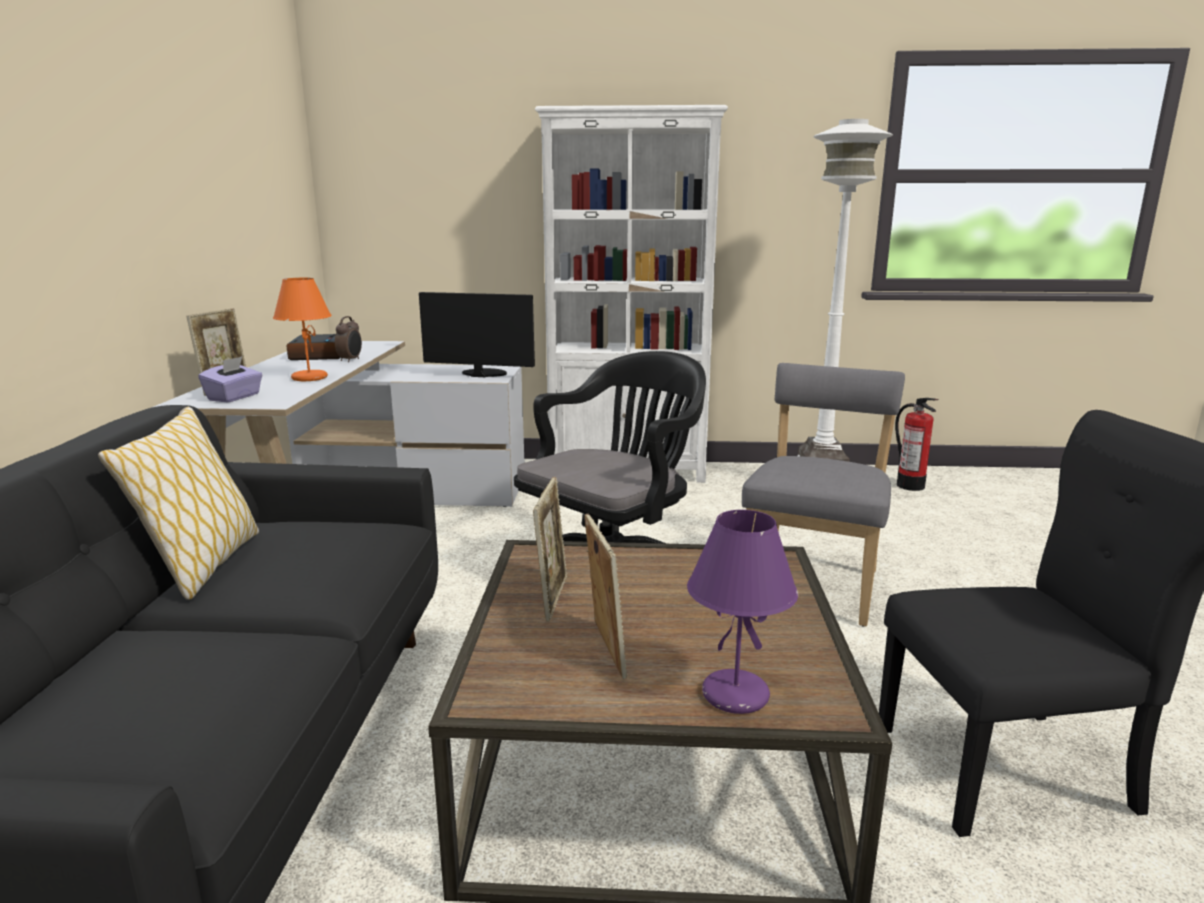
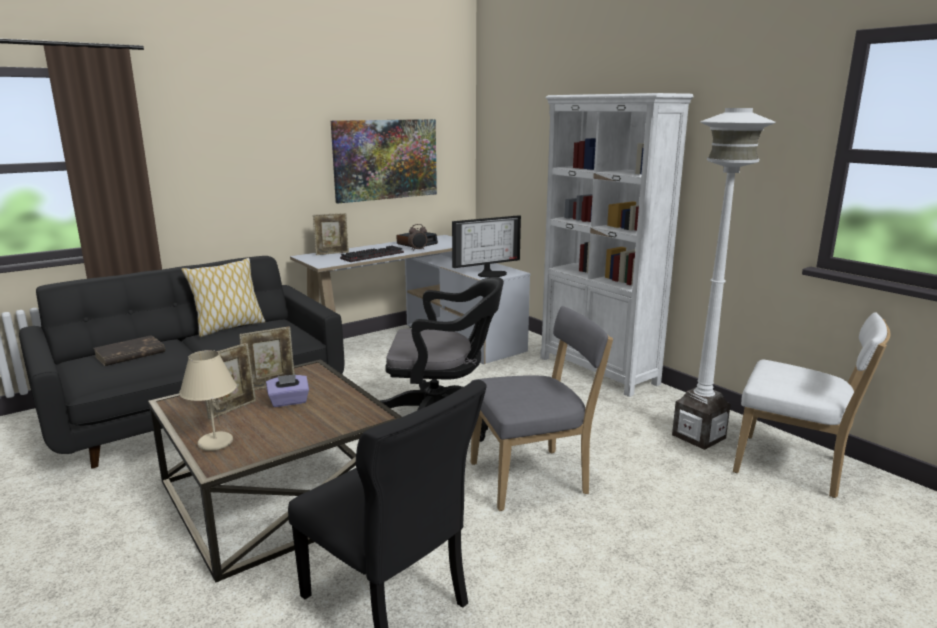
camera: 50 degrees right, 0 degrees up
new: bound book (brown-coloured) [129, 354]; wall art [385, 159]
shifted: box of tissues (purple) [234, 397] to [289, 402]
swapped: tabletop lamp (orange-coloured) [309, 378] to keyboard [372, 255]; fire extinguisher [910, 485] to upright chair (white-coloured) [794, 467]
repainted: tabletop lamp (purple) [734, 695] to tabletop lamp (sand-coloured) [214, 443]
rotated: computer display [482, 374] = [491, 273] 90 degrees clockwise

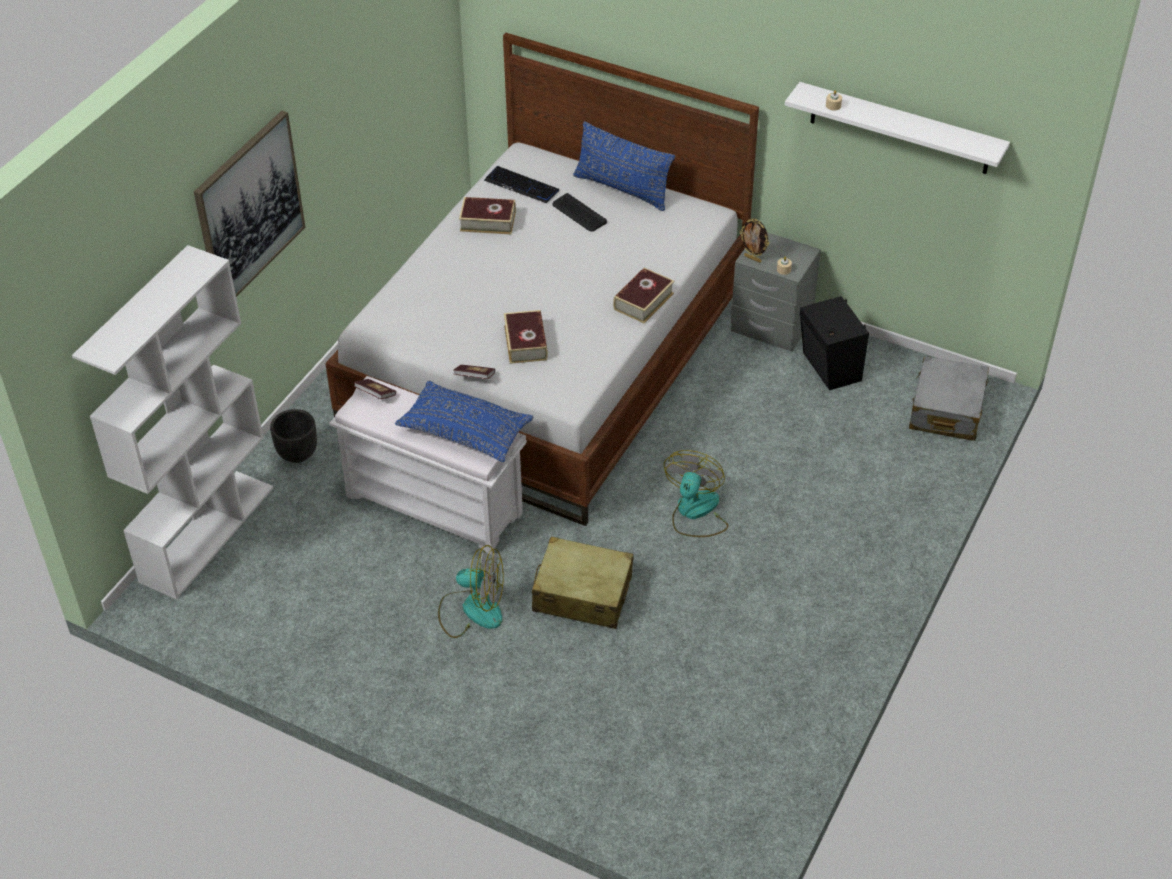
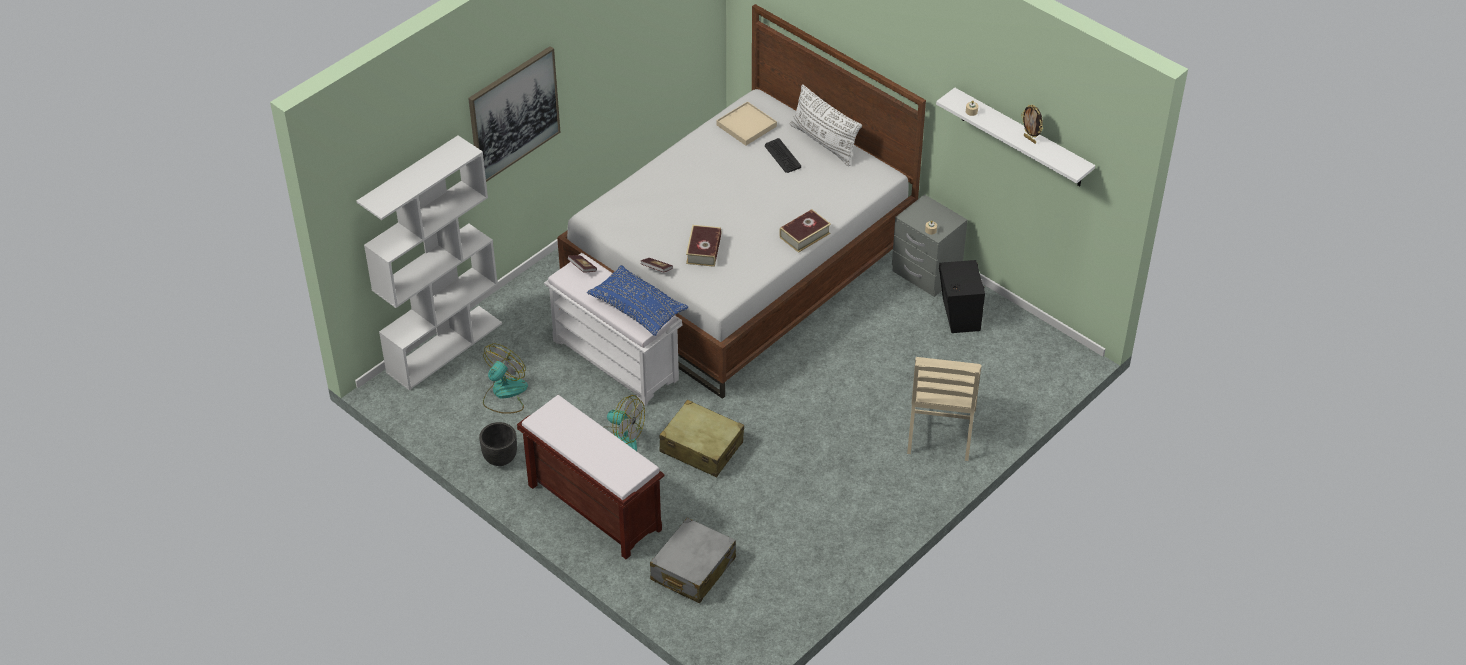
camera: 15 degrees right, 0 degrees up
gone: bound book [488, 221]
new: long seat (brown-coloured) [593, 507]; upright chair (sand-coloured) [941, 431]
shifted: plant pot (blackish) [297, 455] to [500, 459]; cooling fan [695, 512] to [504, 394]; picture frame [753, 258] to [1030, 139]; travel case (gray) [946, 410] to [693, 569]
swapped: keyboard [522, 186] to serving tray (sand-coloured) [746, 126]
repainted: cushion (bluish) [622, 189] to cushion (white-coloured) [824, 142]

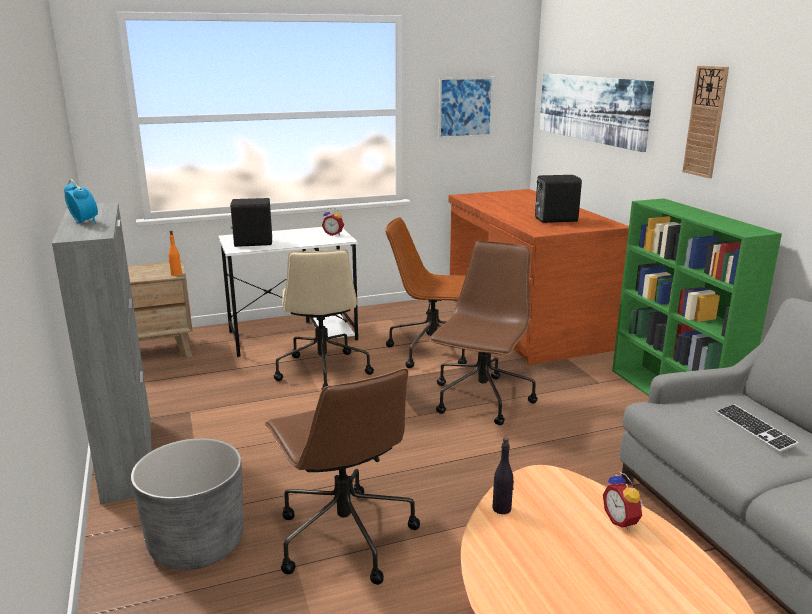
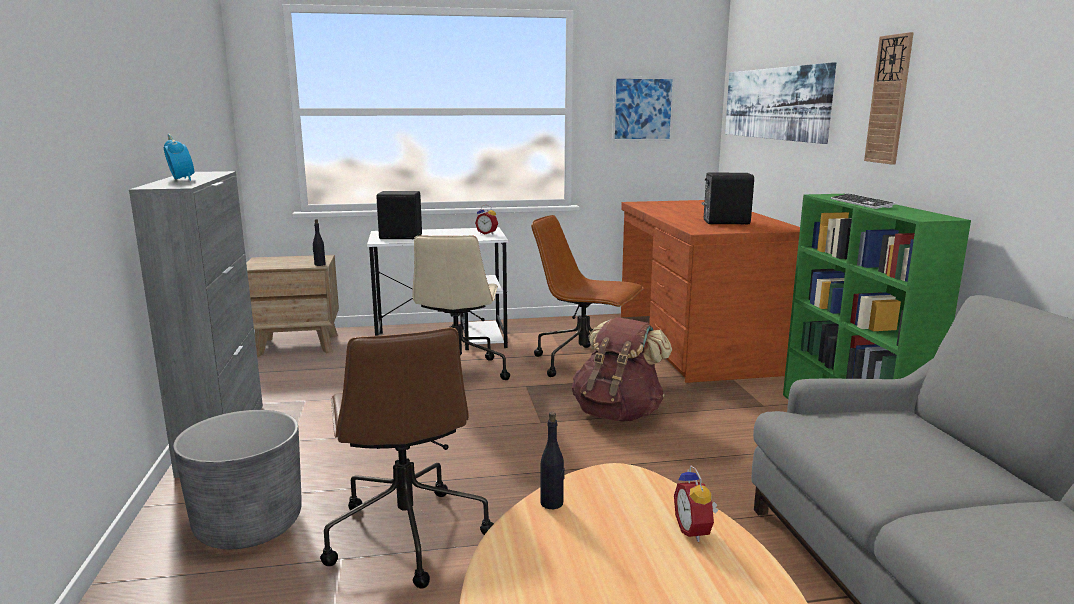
camera: 10 degrees right, 5 degrees down
shifted: keyboard [754, 429] to [861, 203]
swapped: computer chair (brown-coloured) [481, 401] to backpack (brown-coloured) [618, 413]
repainted: beverage bottle (orange-coloured) [176, 274] to beverage bottle (blackish) [319, 264]

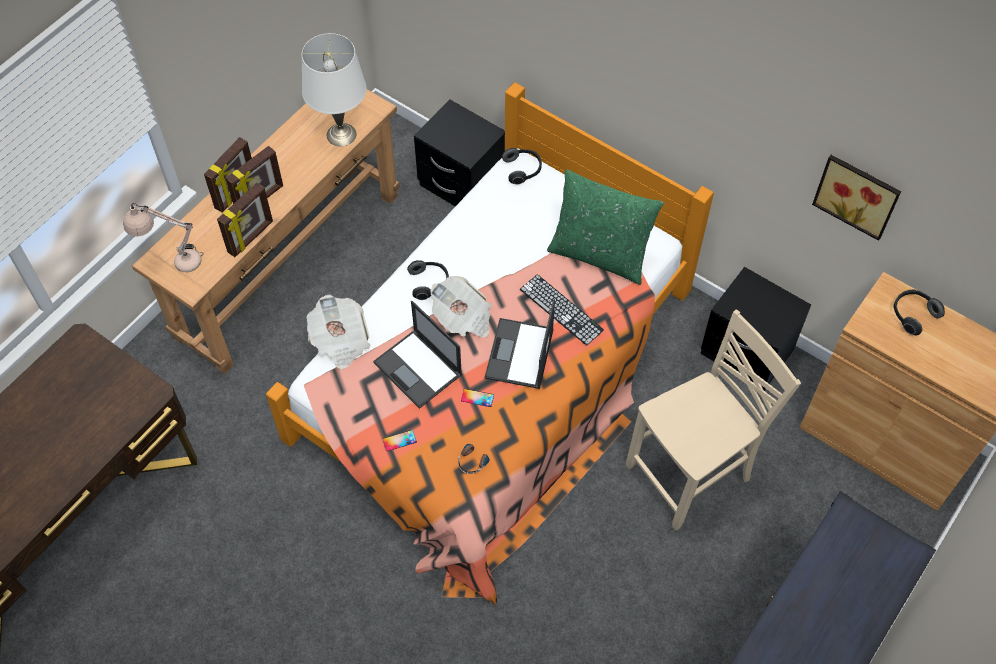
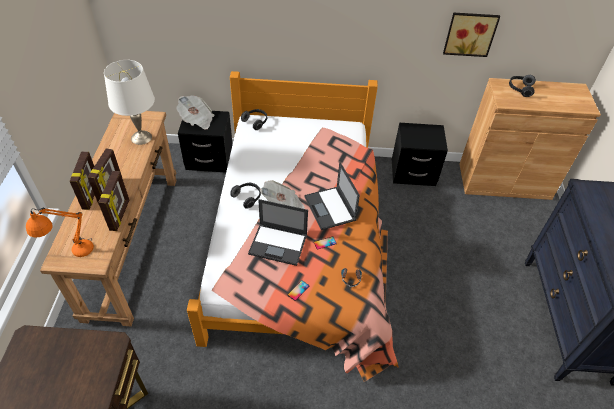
camera: 35 degrees left, 10 degrees down
gone: keyboard [561, 309]; cushion (green-coloured) [600, 254]; upright chair (sand-coloured) [691, 474]
shifted: daily paper [340, 341] to [197, 120]
repainted: tabletop lamp (sand-coloured) [172, 261] to tabletop lamp (orange-coloured) [71, 253]

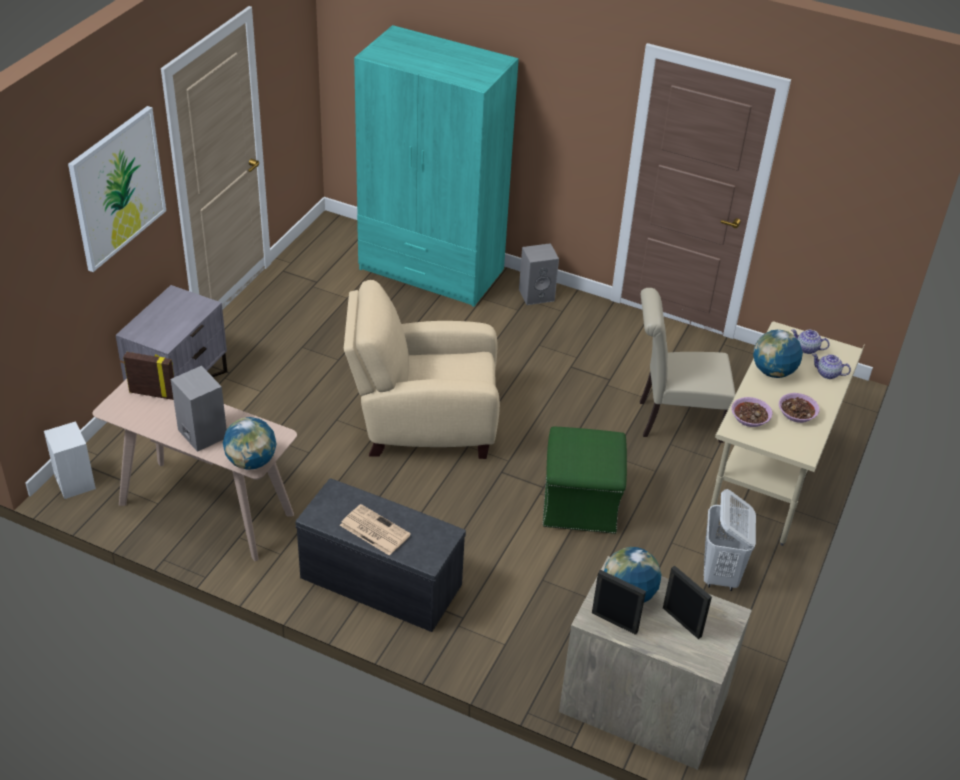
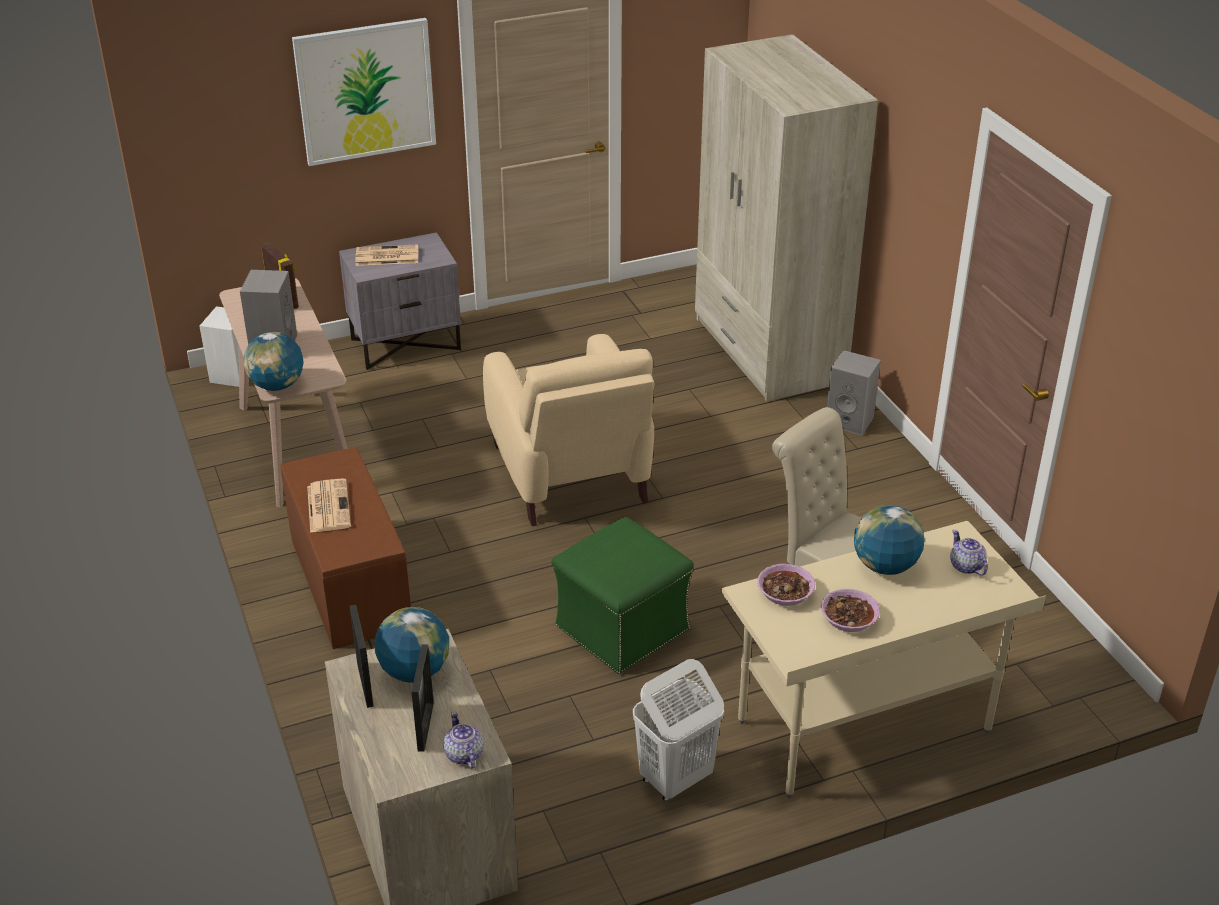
camera: 45 degrees right, 5 degrees down
new: daily paper [386, 256]
shifted: tea pot [828, 374] to [463, 755]
repainted: long seat (gray) [379, 582] to long seat (brown-coloured) [348, 582]; armoire (turquoise-coloured) [431, 270] to armoire (sand-coloured) [768, 350]
rotated: armchair (sand-coloured) [423, 423] = [570, 476] 150 degrees counterclockwise

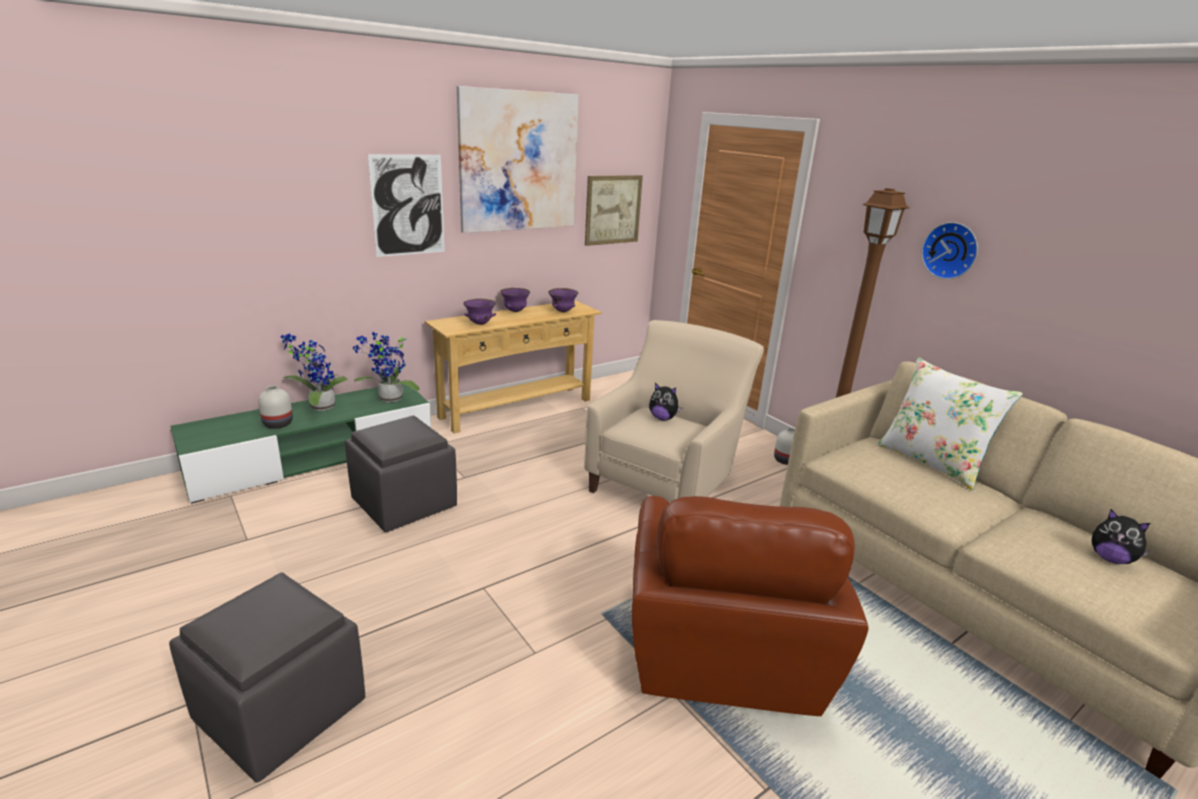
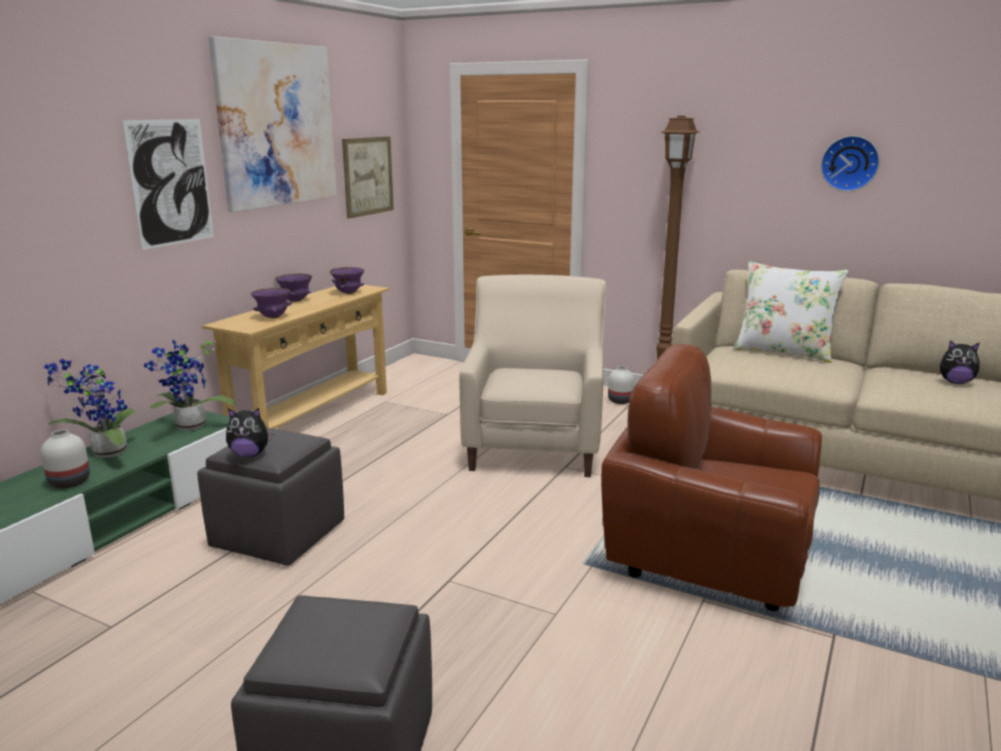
camera: 25 degrees left, 5 degrees down
shifted: plush toy [663, 418] to [250, 454]; hanging clock [951, 250] to [850, 163]
rotated: armchair (brown-coloured) [721, 649] = [708, 555] 135 degrees clockwise

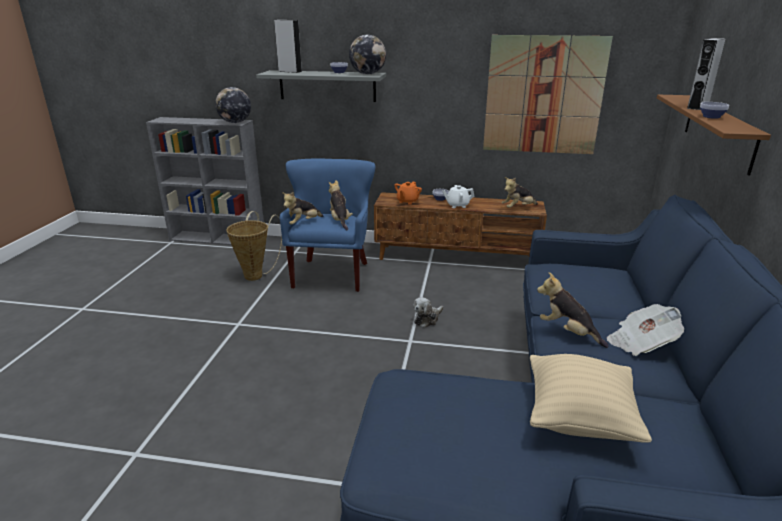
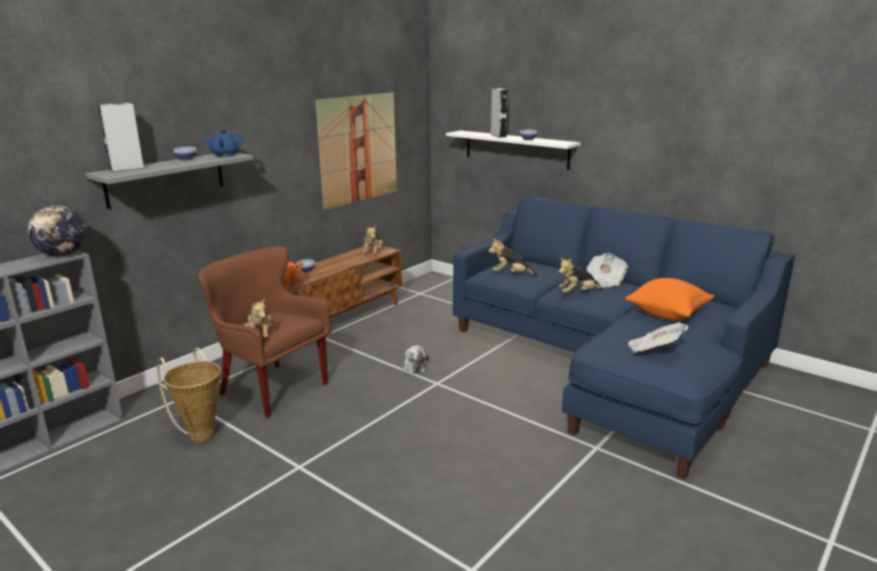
camera: 60 degrees left, 5 degrees down
gone: tea pot (white-coloured) [457, 205]
new: daily paper [654, 350]
shifted: plush toy [340, 221] to [511, 274]
swapped: globe [367, 74] to tea pot (bluish) [225, 155]
repainted: armchair (bluish) [332, 274] to armchair (brown-coloured) [272, 388]; cushion (sand-coloured) [579, 418] to cushion (orange-coloured) [667, 314]; bracket shelf (brown-coloured) [718, 131] to bracket shelf (white-coloured) [516, 149]

